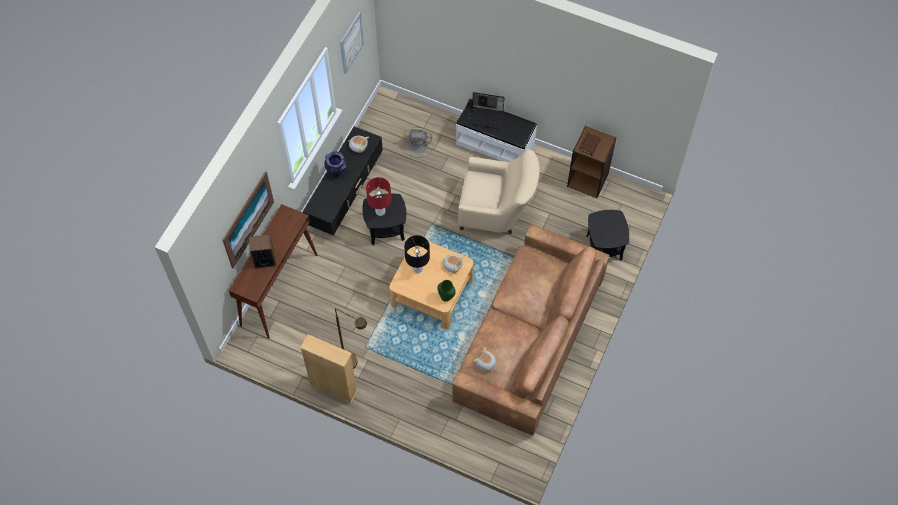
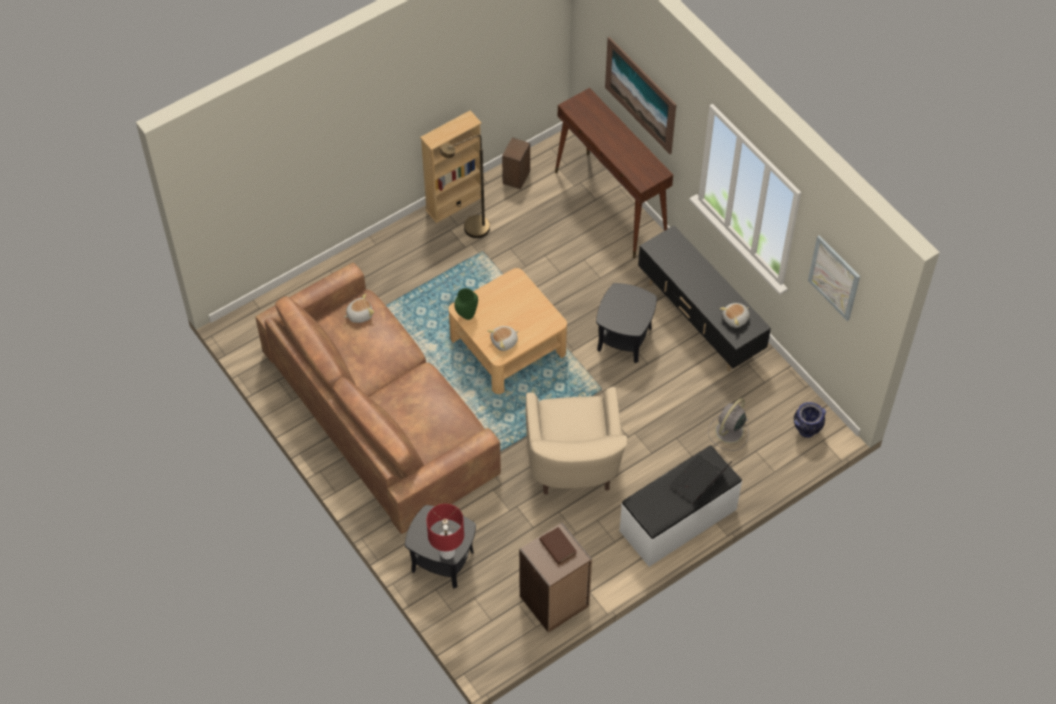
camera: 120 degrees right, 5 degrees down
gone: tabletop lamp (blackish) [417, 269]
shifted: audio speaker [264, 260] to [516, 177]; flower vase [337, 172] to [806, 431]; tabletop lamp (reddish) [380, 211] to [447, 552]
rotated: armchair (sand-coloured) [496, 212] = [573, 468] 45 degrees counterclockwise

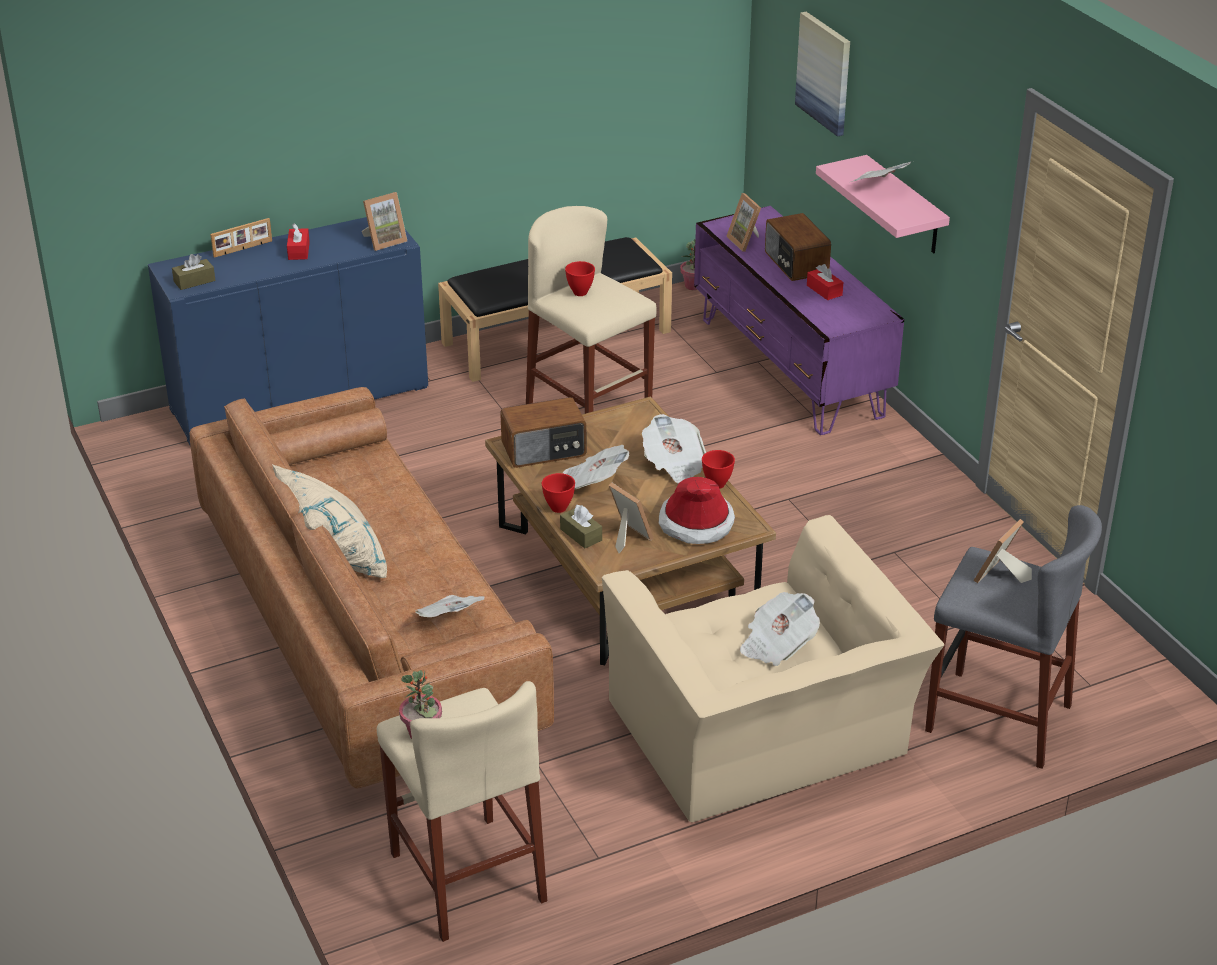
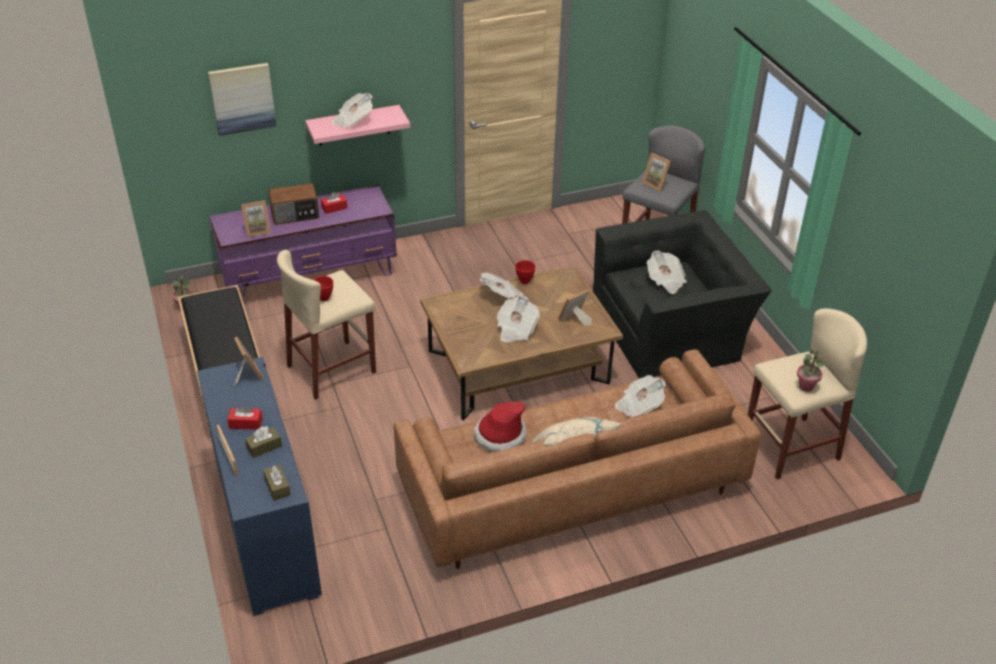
camera: 85 degrees left, 5 degrees up
gone: radio [544, 450]; bowl (reddish) [558, 508]
shifted: box of tissues (brown-coloured) [581, 535] to [264, 447]; hat [696, 523] to [500, 435]
repainted: armchair (sand-coloured) [761, 736] to armchair (blackish) [671, 329]

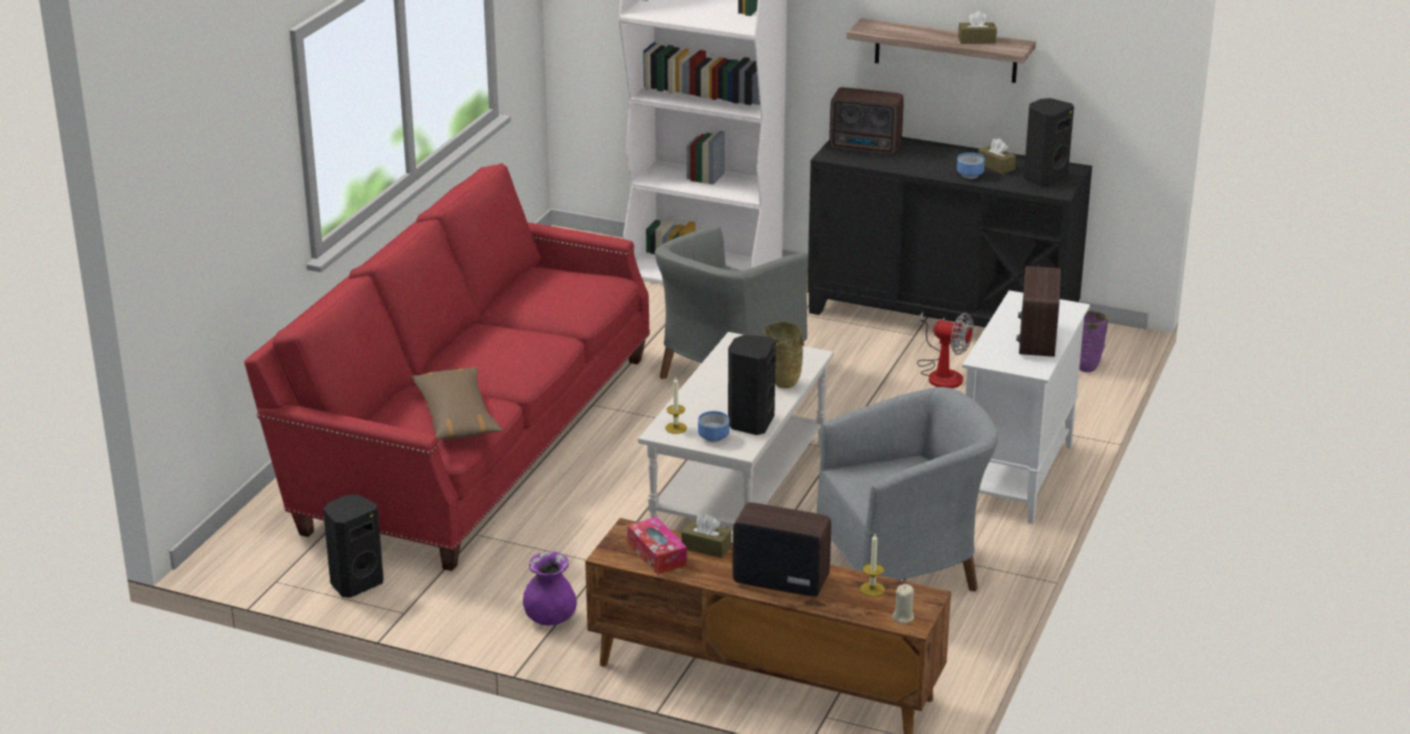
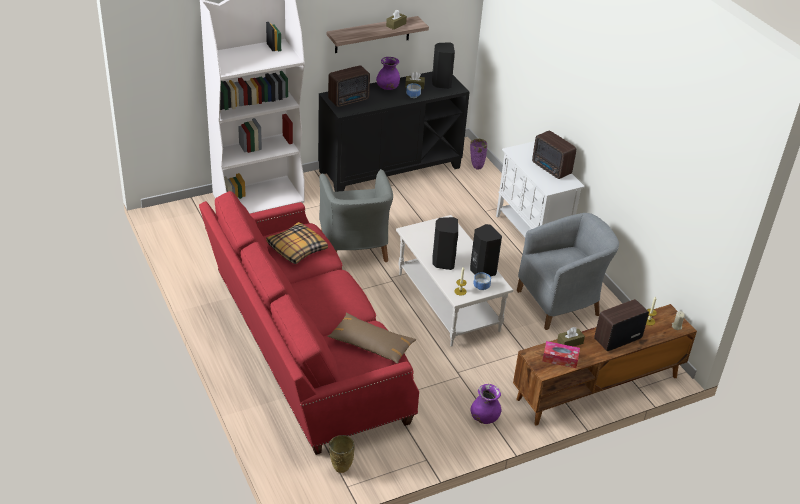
camera: 50 degrees left, 10 degrees up
gone: cooling fan [941, 373]
new: cushion [296, 249]; flower vase (purple) [388, 88]
shifted: audio speaker (blackish) [355, 583] to [443, 262]; flower vase (sand-coloured) [782, 384] to [340, 470]
rotated: armchair (gray) [904, 569] = [561, 302] 45 degrees clockwise

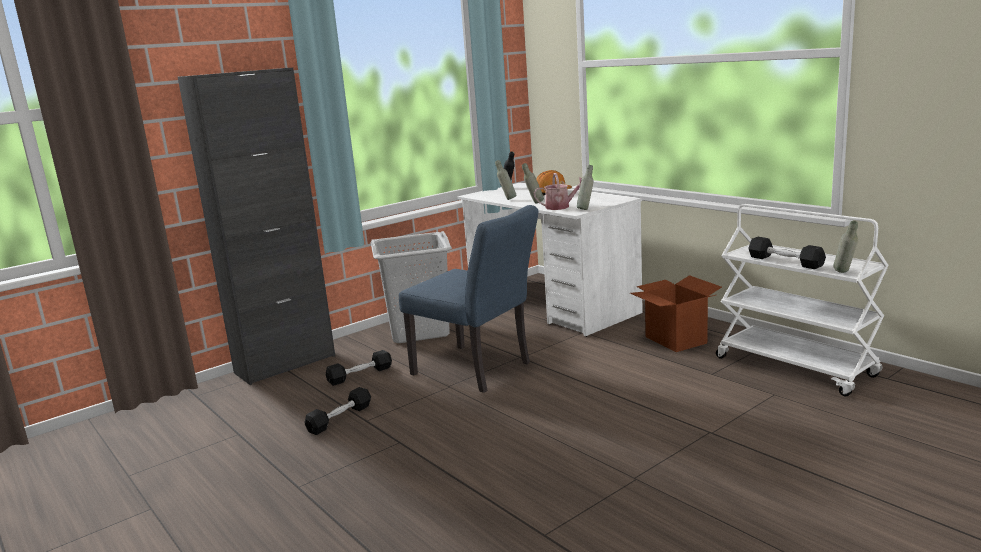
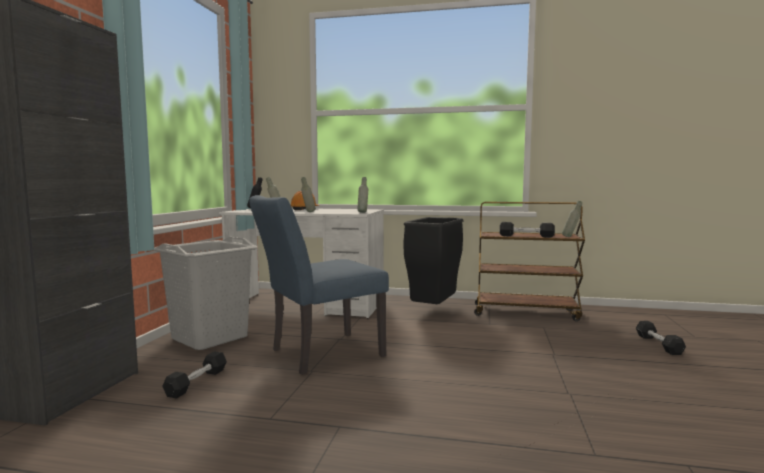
camera: 40 degrees left, 10 degrees down
gone: watering can [561, 207]
shifted: free weight (blackish) [340, 418] to [658, 344]
swapped: packing box [675, 340] to trash can (blackish) [432, 311]
repainted: trolley (white-coloured) [796, 367] to trolley (brown-coloured) [526, 312]
rotated: upright chair (bluish) [478, 370] = [319, 354] 150 degrees clockwise

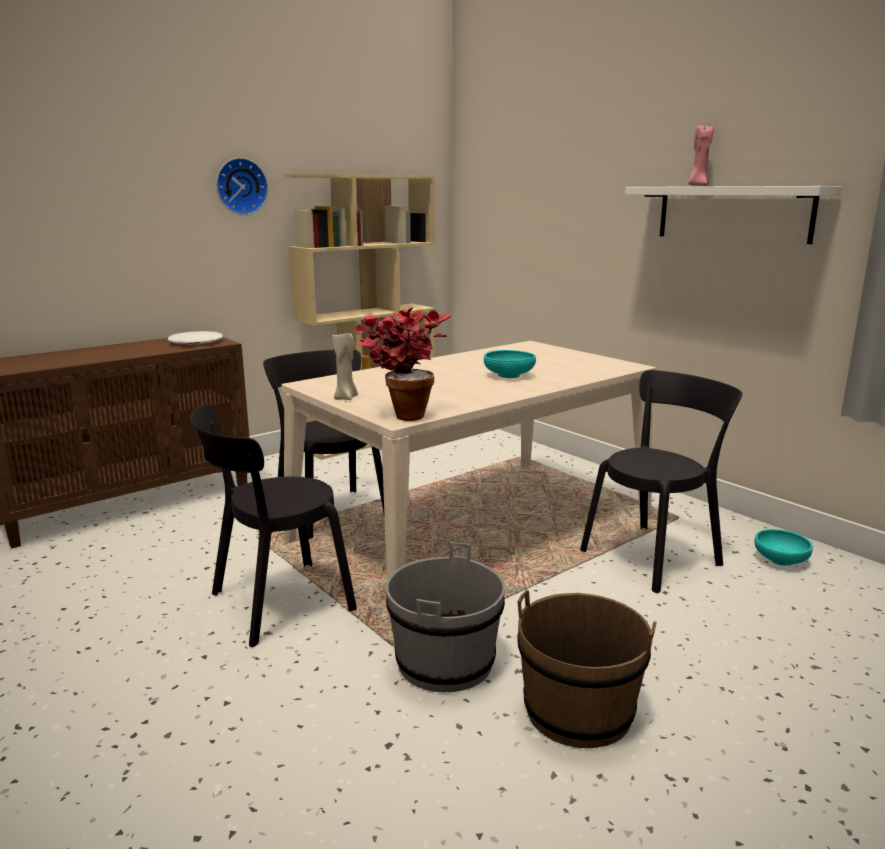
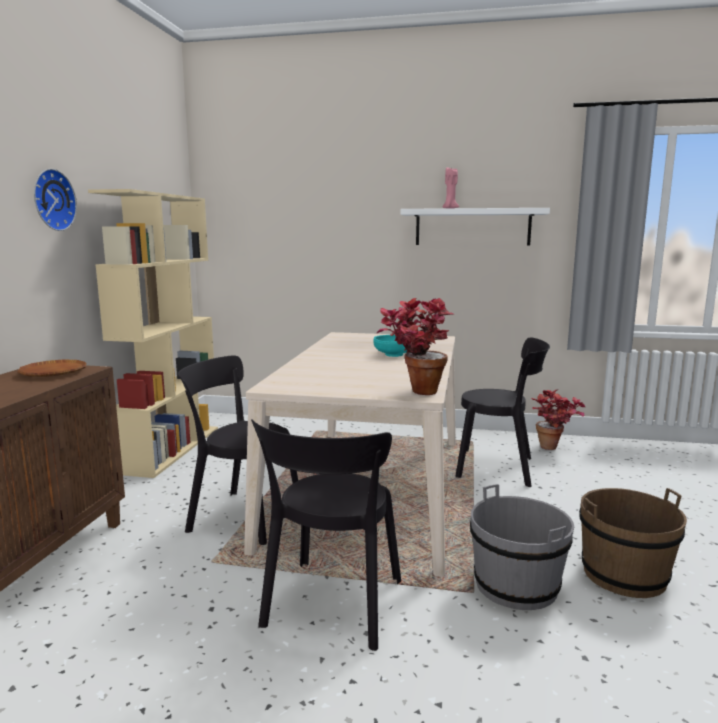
camera: 40 degrees left, 5 degrees down
gone: wax light (sand-coloured) [346, 398]
swapped: bowl (turquoise-coloured) [780, 560] to houseplant [554, 449]
repainted: plate (white-coloured) [196, 342] to plate (brown-coloured) [53, 373]
rotated: upright chair (blackish) [654, 556] = [499, 468] 90 degrees clockwise

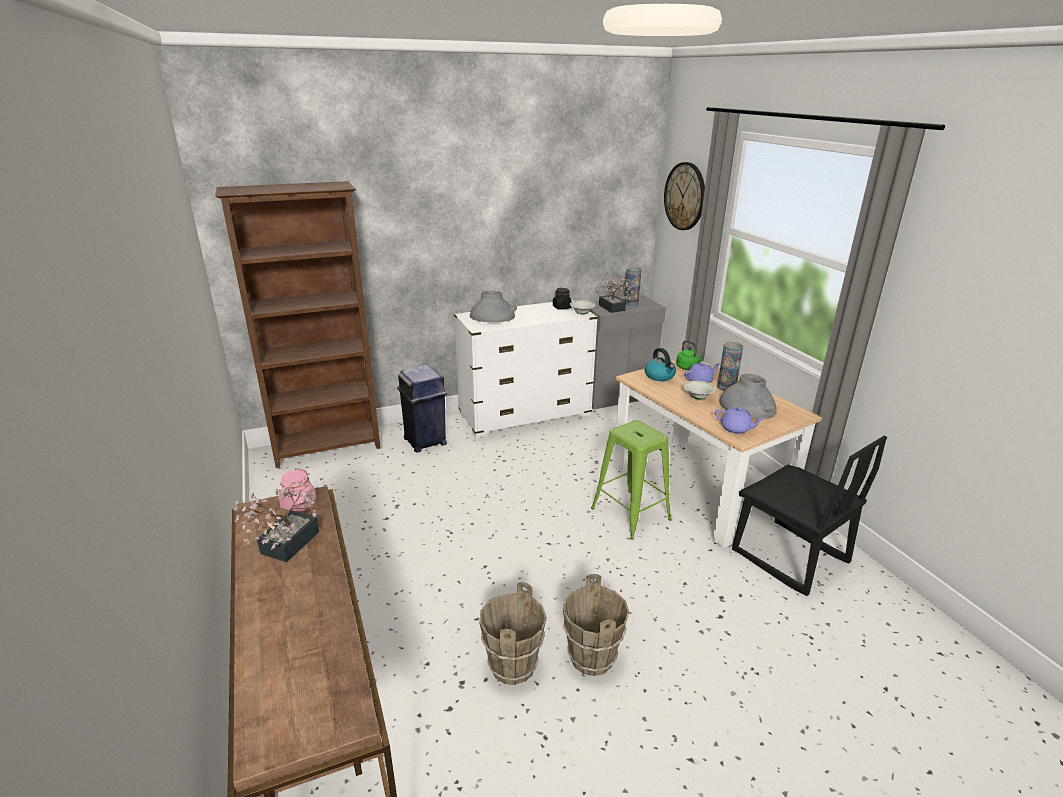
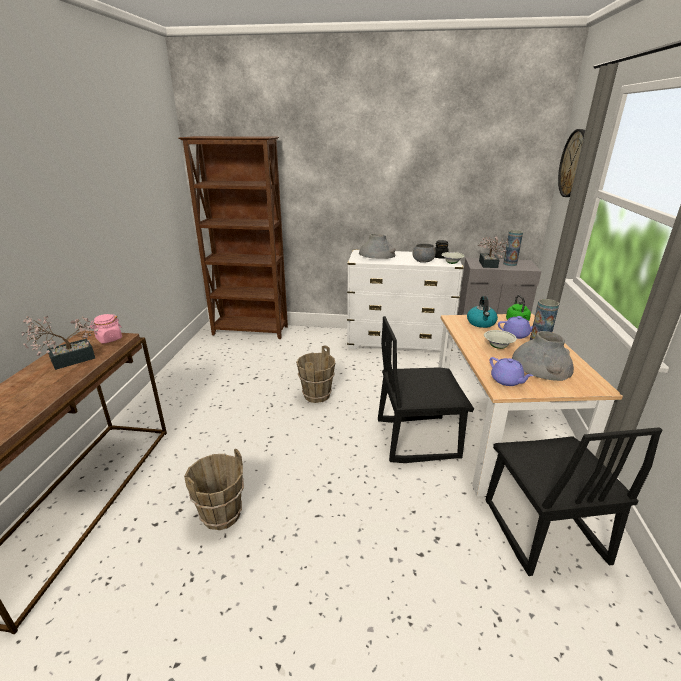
camera: 30 degrees right, 0 degrees up
gone: trash can (bluish) [425, 441]
new: bowl (gray) [423, 261]
shifted: water bucket (brown-coloured) [591, 658] to [316, 395]
swapped: stool seat (green-coloured) [631, 514] to upright chair (blackish) [417, 438]

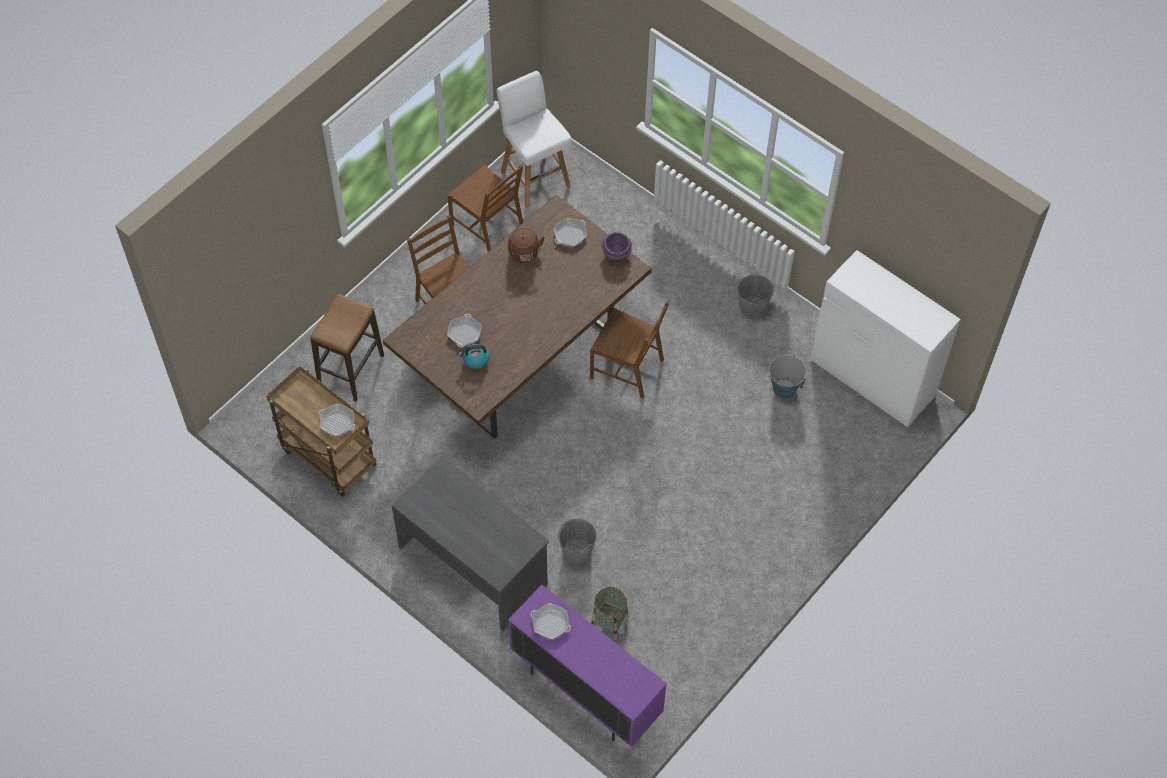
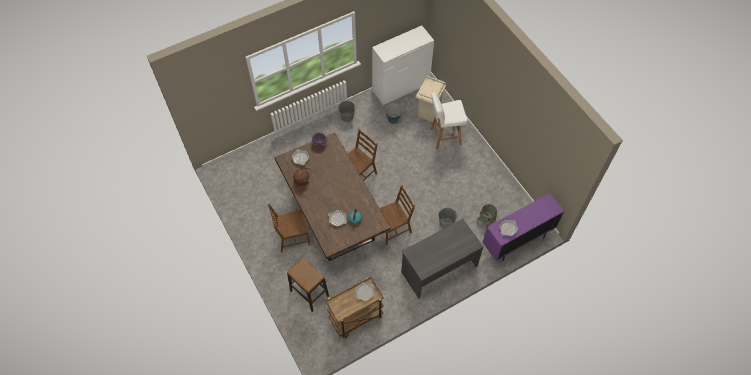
camera: 70 degrees left, 0 degrees up
new: trash can (sand-coloured) [429, 112]
shifted: upright chair (brown-coloured) [488, 226] to [393, 228]; stool seat (white-coloured) [534, 178] to [444, 137]

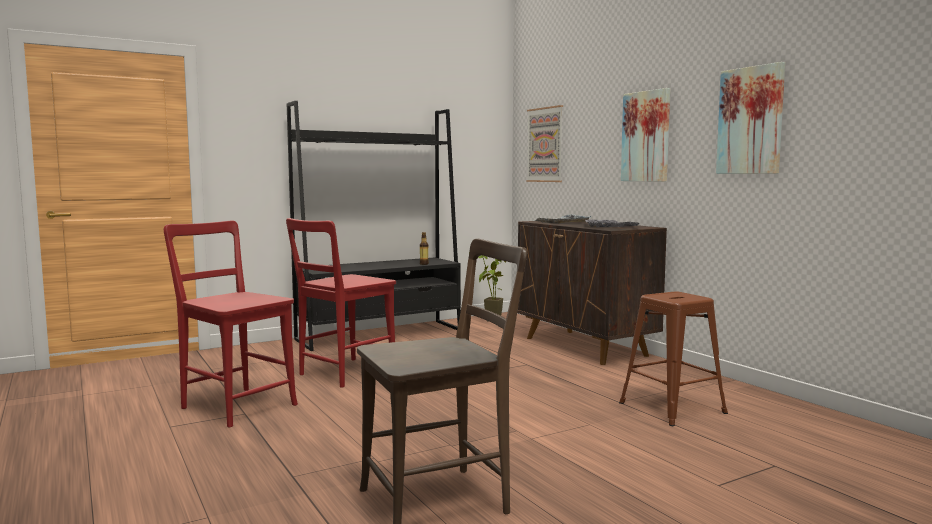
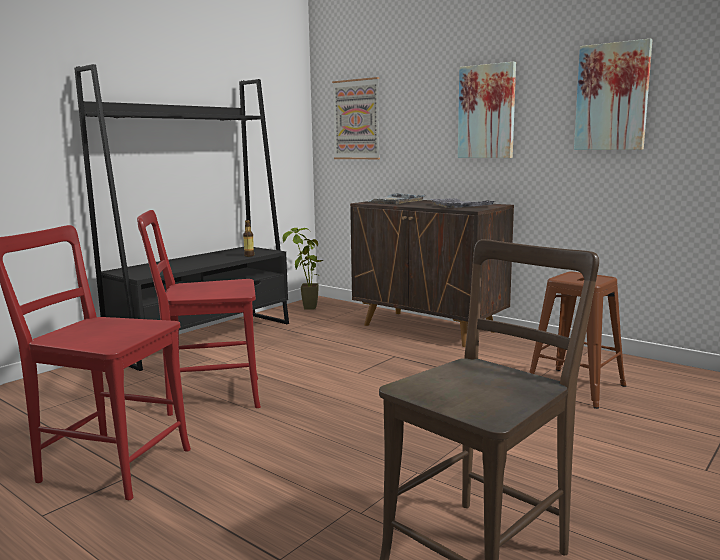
camera: 20 degrees left, 5 degrees up
rotated: upright chair (reddish) [343, 374] = [208, 396] 60 degrees clockwise

